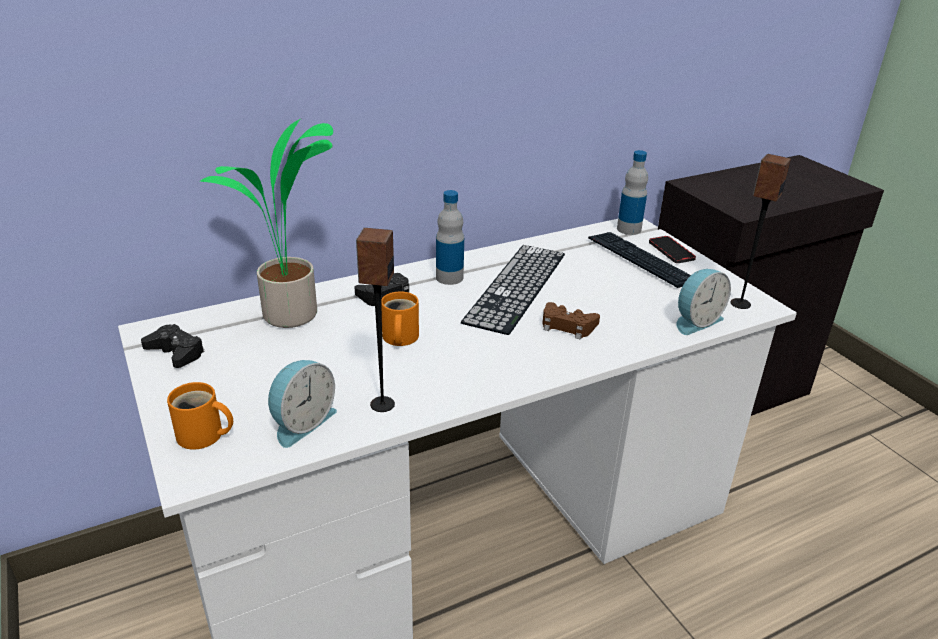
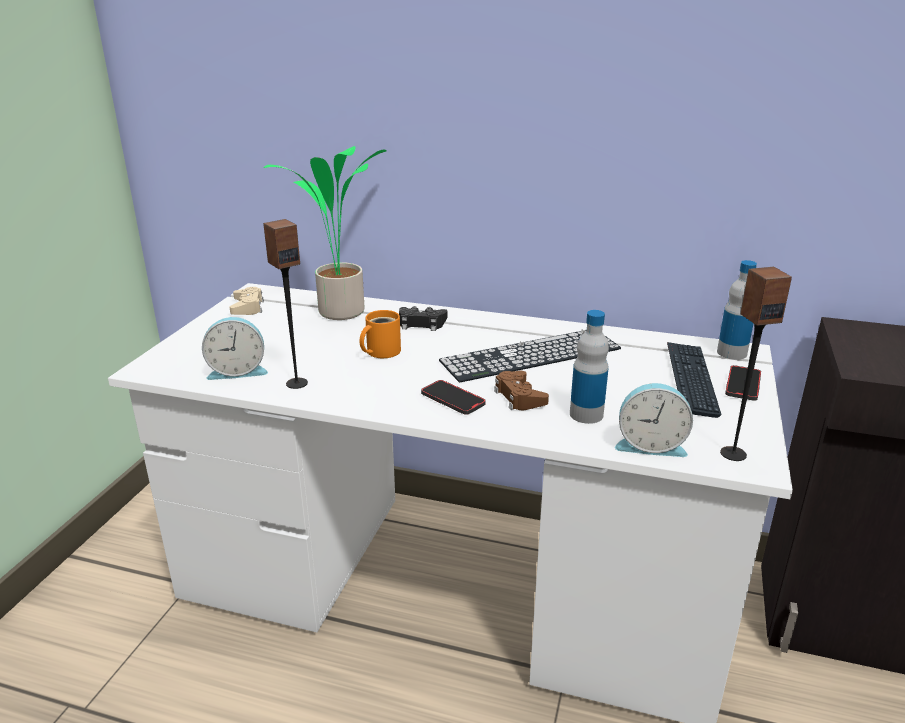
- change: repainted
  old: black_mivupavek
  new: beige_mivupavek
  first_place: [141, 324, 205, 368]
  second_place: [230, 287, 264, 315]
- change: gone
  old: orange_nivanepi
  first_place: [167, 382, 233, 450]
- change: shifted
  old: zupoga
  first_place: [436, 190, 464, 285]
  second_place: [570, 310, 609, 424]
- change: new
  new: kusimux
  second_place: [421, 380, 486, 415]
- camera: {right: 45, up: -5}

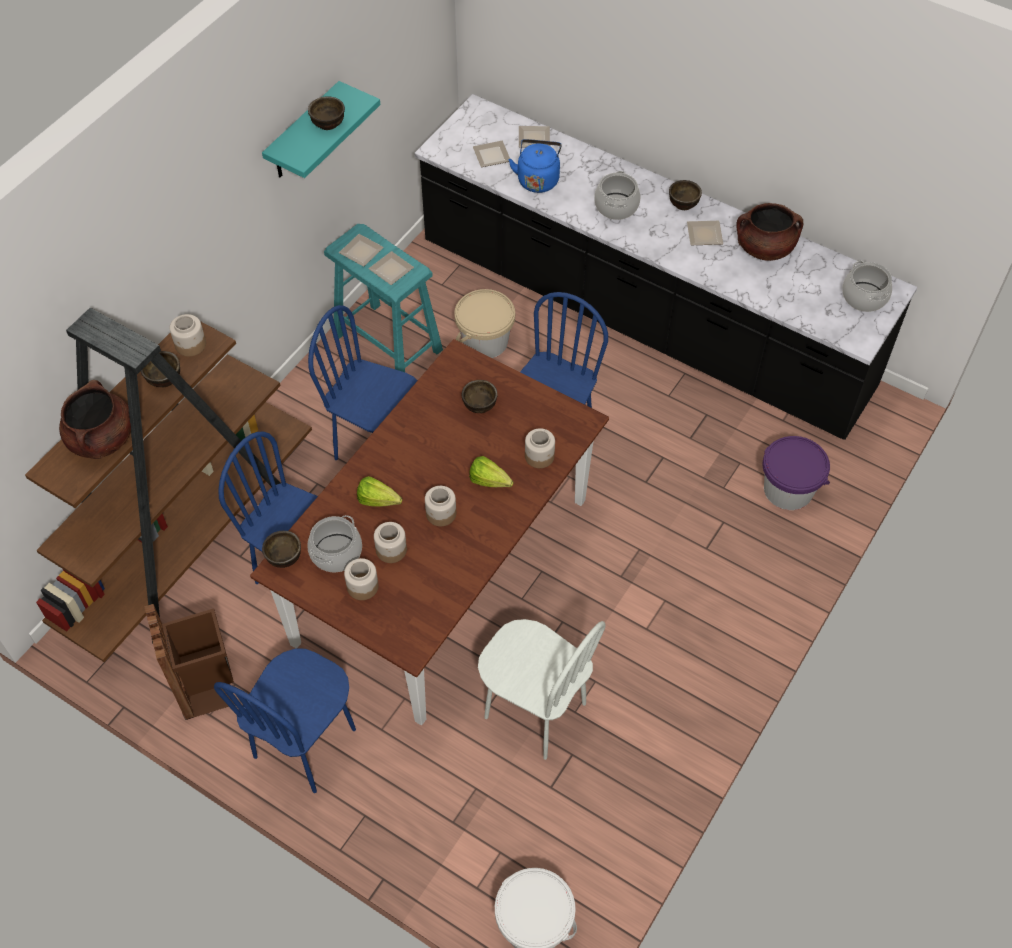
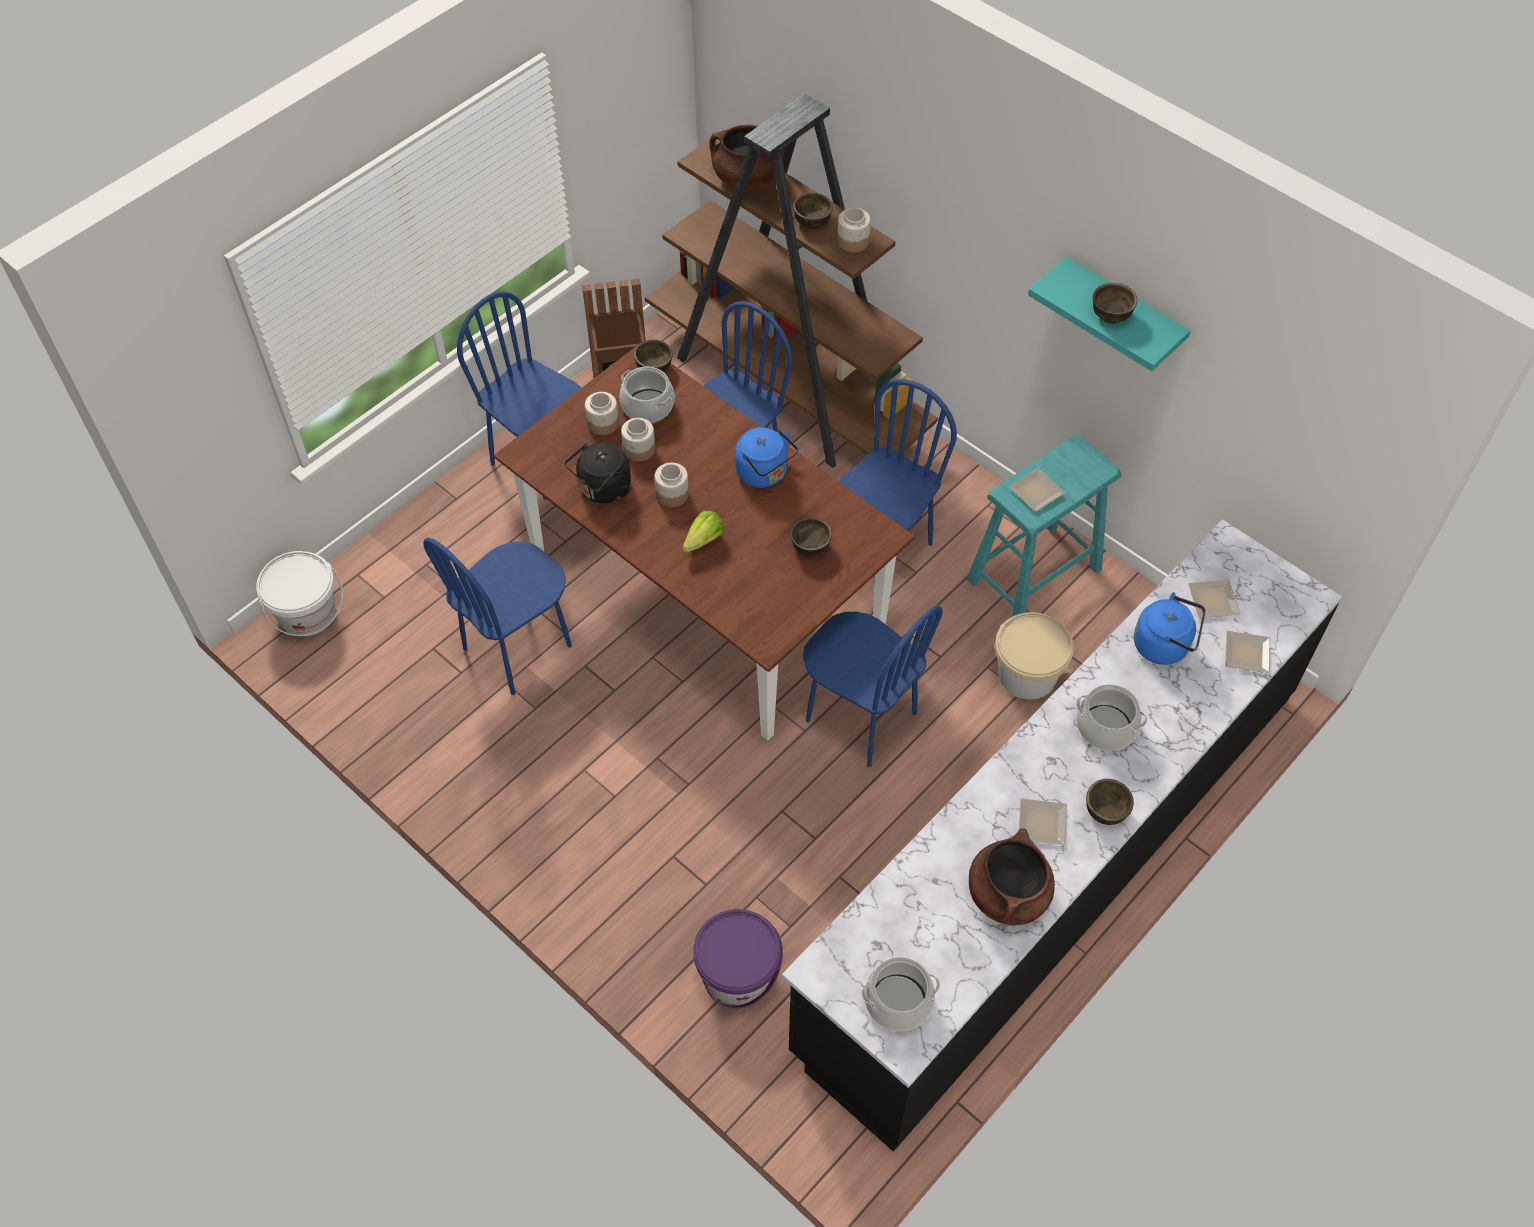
- change: gone
  old: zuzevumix
  first_place: [339, 234, 384, 267]
- change: gone
  old: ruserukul
  first_place: [357, 476, 402, 507]
- change: repainted
  old: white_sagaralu
  new: blue_sagaralu
  first_place: [478, 619, 606, 760]
  second_place: [423, 538, 572, 695]
- change: gone
  old: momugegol
  first_place: [525, 428, 555, 468]
- change: new
  new: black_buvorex
  second_place: [565, 442, 631, 503]
- change: new
  new: blue_buvorex
  second_place: [735, 427, 798, 488]
- camera: {right: 100, up: 0}

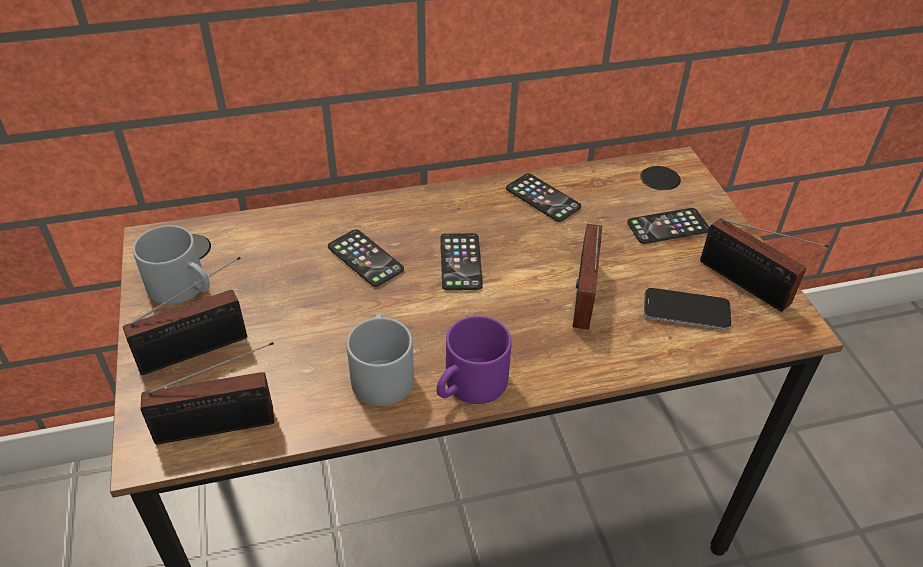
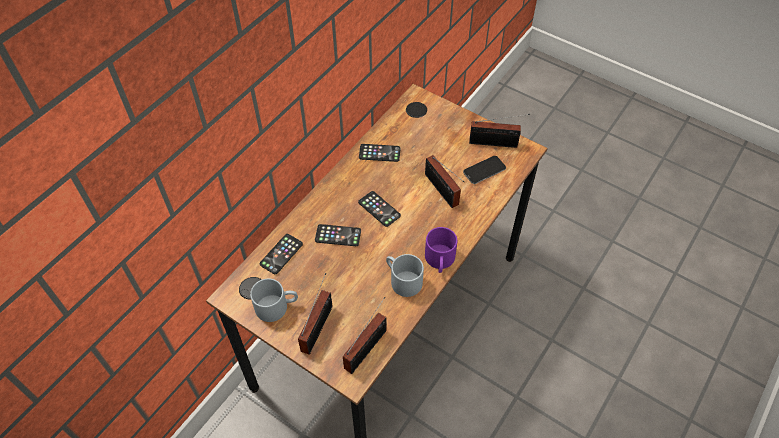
- change: shifted
  old: kusimux
  first_place: [627, 208, 710, 244]
  second_place: [260, 234, 303, 274]
- camera: {right: -40, up: 10}

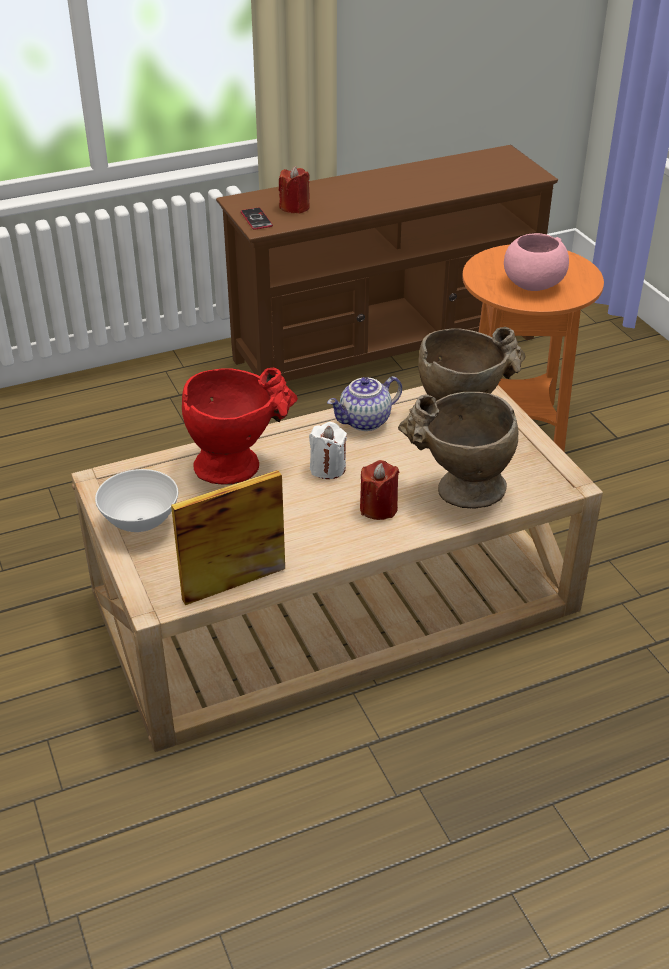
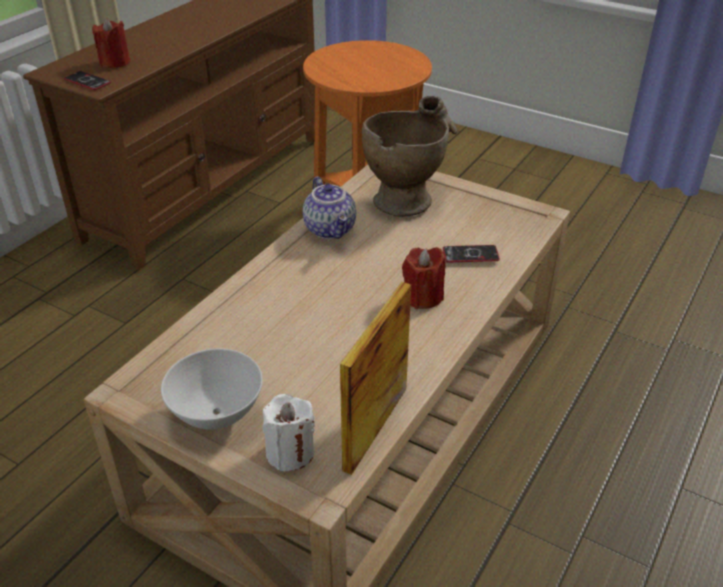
- change: gone
  old: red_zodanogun
  first_place: [182, 368, 298, 485]
- change: shifted
  old: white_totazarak
  first_place: [309, 422, 347, 479]
  second_place: [263, 394, 315, 471]
- change: rotated
  old: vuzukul
  first_place: [327, 376, 402, 431]
  second_place: [303, 177, 356, 239]
  degrees: -45
- change: swapped
  old: beige_zodanogun
  new: kusimux
  first_place: [398, 392, 518, 509]
  second_place: [443, 245, 500, 262]
- change: gone
  old: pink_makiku
  first_place: [504, 233, 569, 291]
- camera: {right: -35, up: 0}

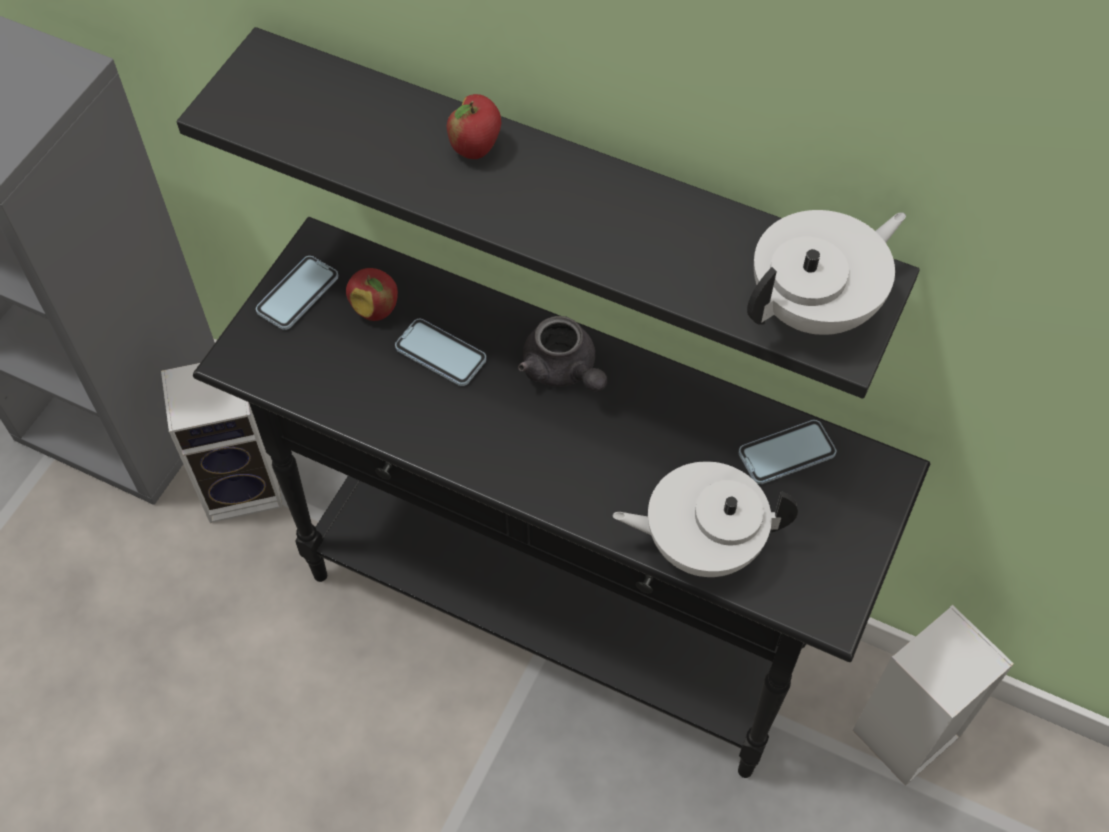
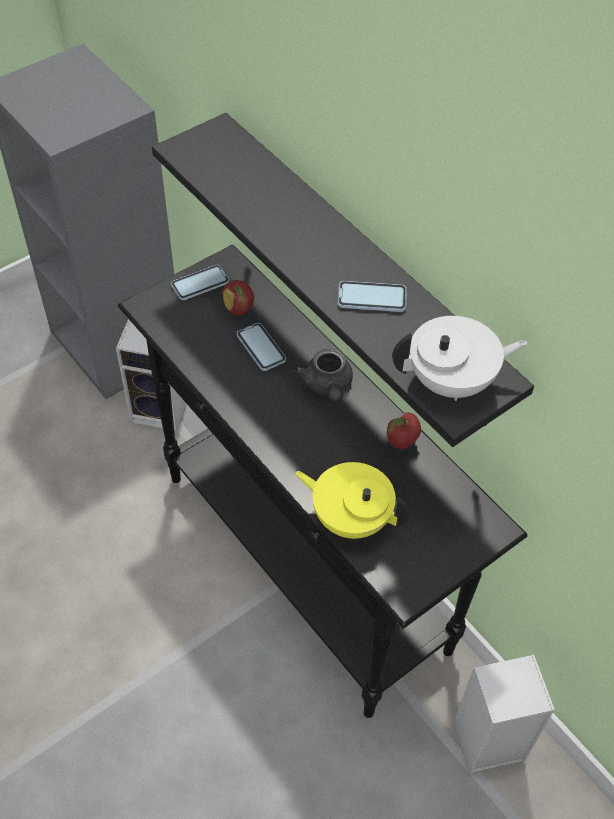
- change: shifted
  old: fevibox
  first_place: [447, 94, 501, 159]
  second_place: [387, 413, 421, 449]
- change: repainted
  old: white_vuzukul
  new: yellow_vuzukul
  first_place: [613, 462, 798, 577]
  second_place: [295, 462, 409, 539]
- change: shifted
  old: kusimux
  first_place: [739, 420, 836, 484]
  second_place: [338, 281, 407, 312]
- camera: {right: 25, up: -5}

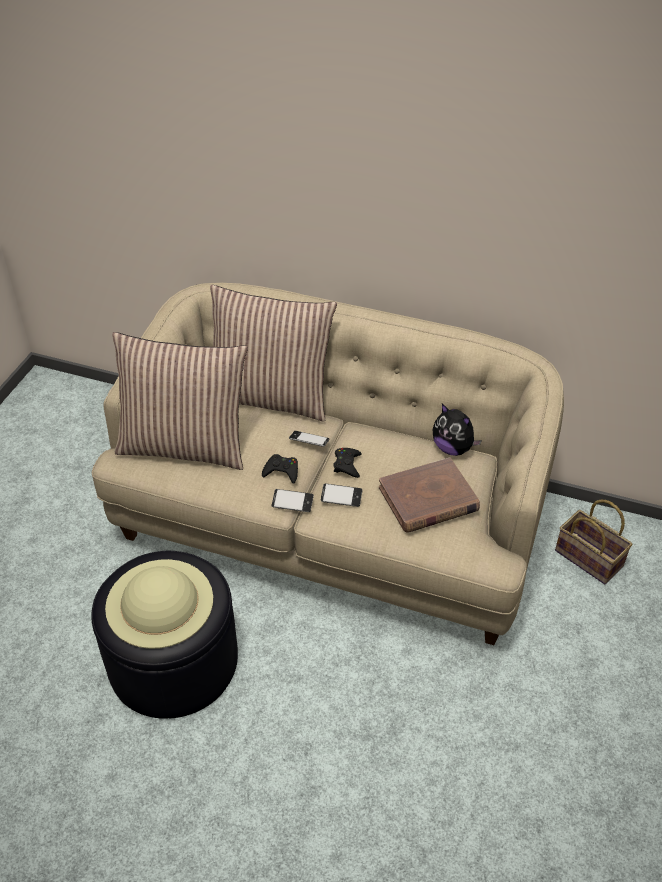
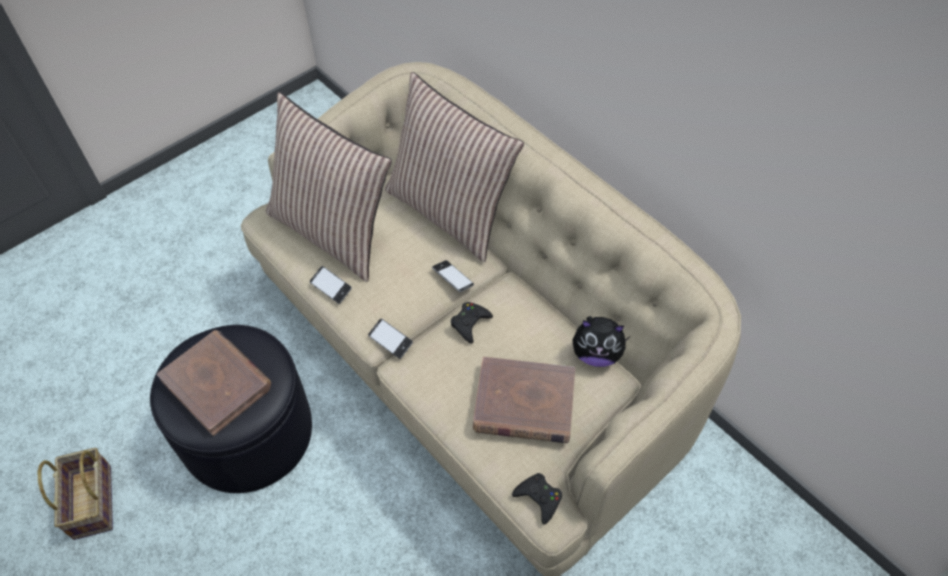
- change: swapped
  old: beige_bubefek
  new: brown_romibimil
  first_place: [105, 559, 213, 649]
  second_place: [157, 330, 271, 436]
- change: shifted
  old: black_mivupavek
  first_place: [262, 454, 298, 484]
  second_place: [512, 473, 562, 525]
- change: shifted
  old: kusimux
  first_place: [321, 483, 363, 507]
  second_place: [310, 266, 352, 304]
- change: rotated
  old: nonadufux
  first_place: [433, 404, 482, 456]
  second_place: [572, 316, 629, 367]
  degrees: -60
- change: shifted
  old: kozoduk
  first_place: [555, 500, 633, 584]
  second_place: [37, 448, 113, 540]
- camera: {right: 30, up: 10}

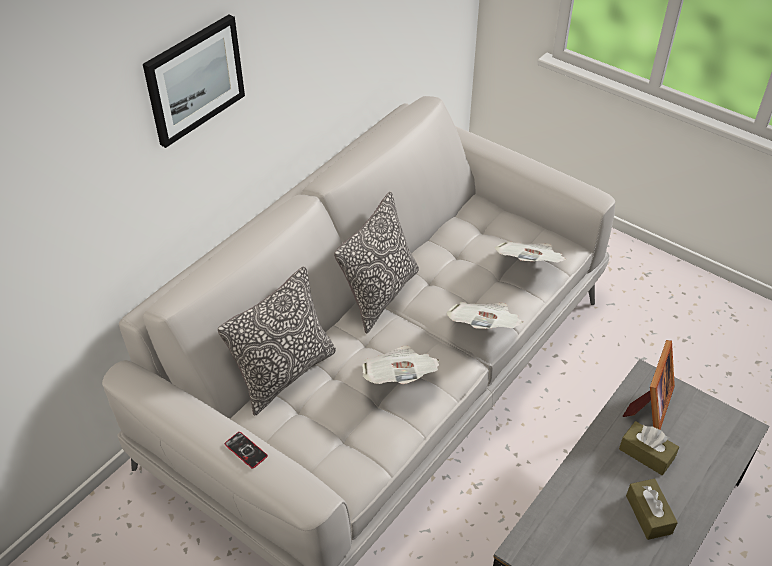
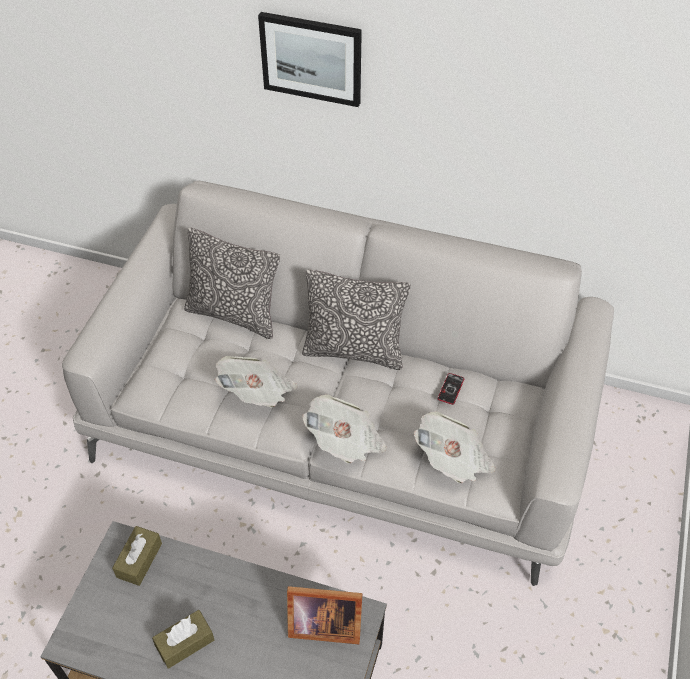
- change: shifted
  old: kusimux
  first_place: [225, 432, 268, 468]
  second_place: [438, 373, 464, 405]
- change: shifted
  old: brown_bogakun
  first_place: [619, 421, 679, 475]
  second_place: [112, 526, 162, 586]
- camera: {right: 70, up: 5}

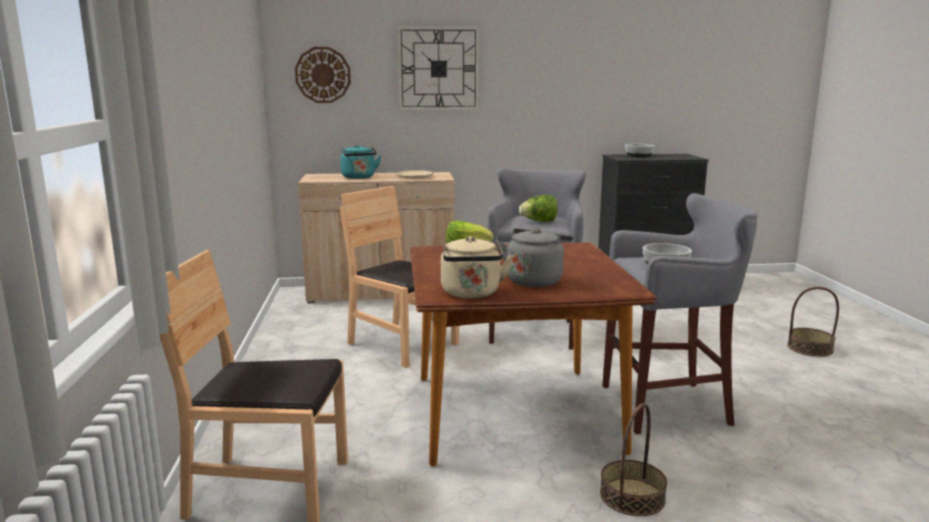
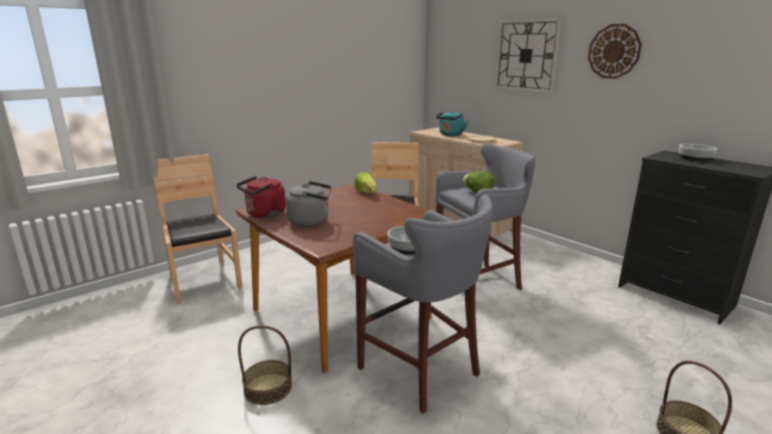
- change: shifted
  old: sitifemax
  first_place: [295, 47, 351, 103]
  second_place: [588, 24, 642, 79]
- change: repainted
  old: beige_buvorex
  new: red_buvorex
  first_place: [441, 236, 513, 298]
  second_place: [236, 176, 286, 218]
- camera: {right: 55, up: 5}

